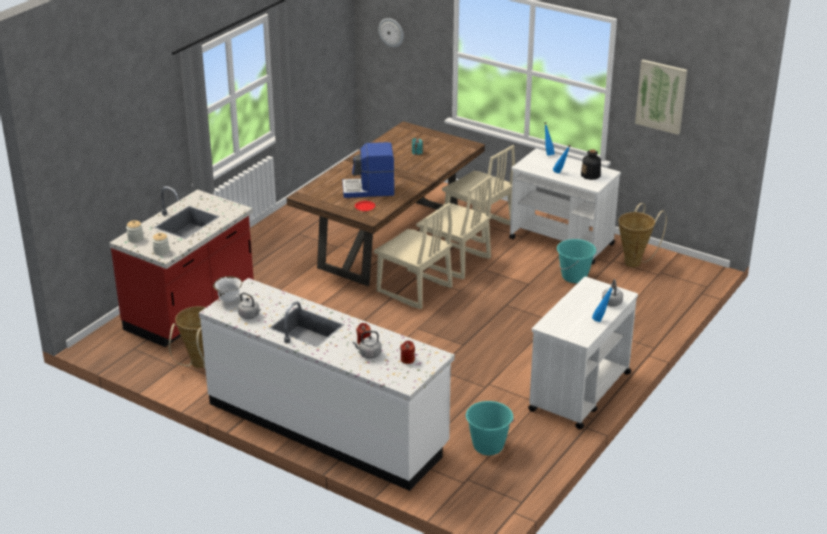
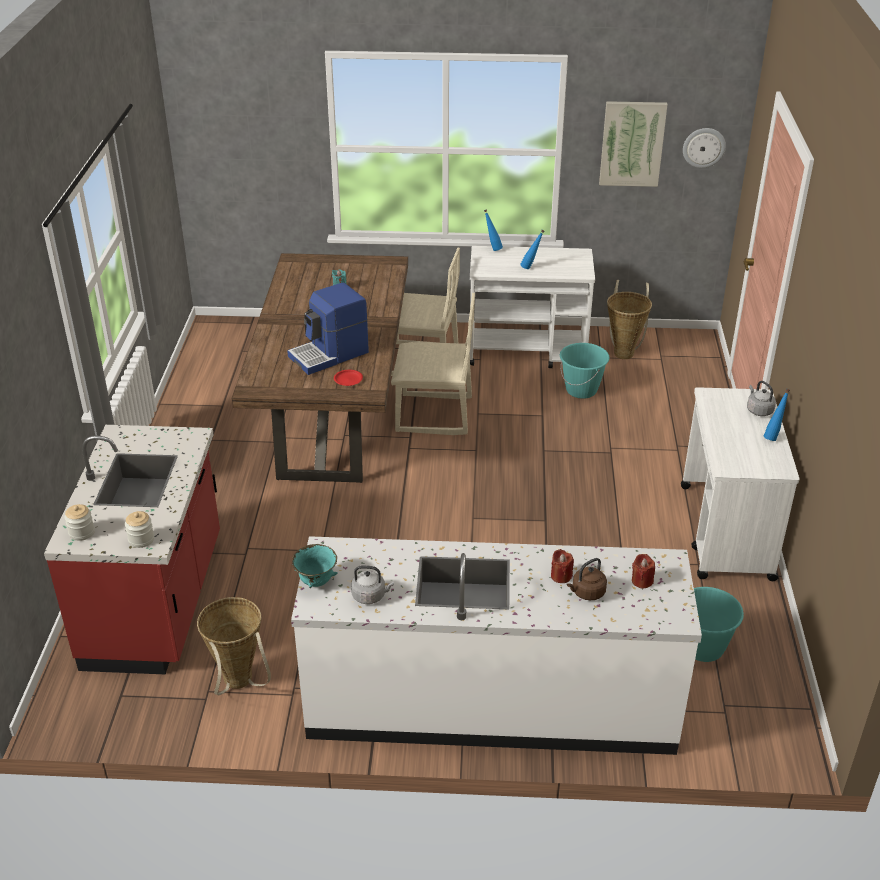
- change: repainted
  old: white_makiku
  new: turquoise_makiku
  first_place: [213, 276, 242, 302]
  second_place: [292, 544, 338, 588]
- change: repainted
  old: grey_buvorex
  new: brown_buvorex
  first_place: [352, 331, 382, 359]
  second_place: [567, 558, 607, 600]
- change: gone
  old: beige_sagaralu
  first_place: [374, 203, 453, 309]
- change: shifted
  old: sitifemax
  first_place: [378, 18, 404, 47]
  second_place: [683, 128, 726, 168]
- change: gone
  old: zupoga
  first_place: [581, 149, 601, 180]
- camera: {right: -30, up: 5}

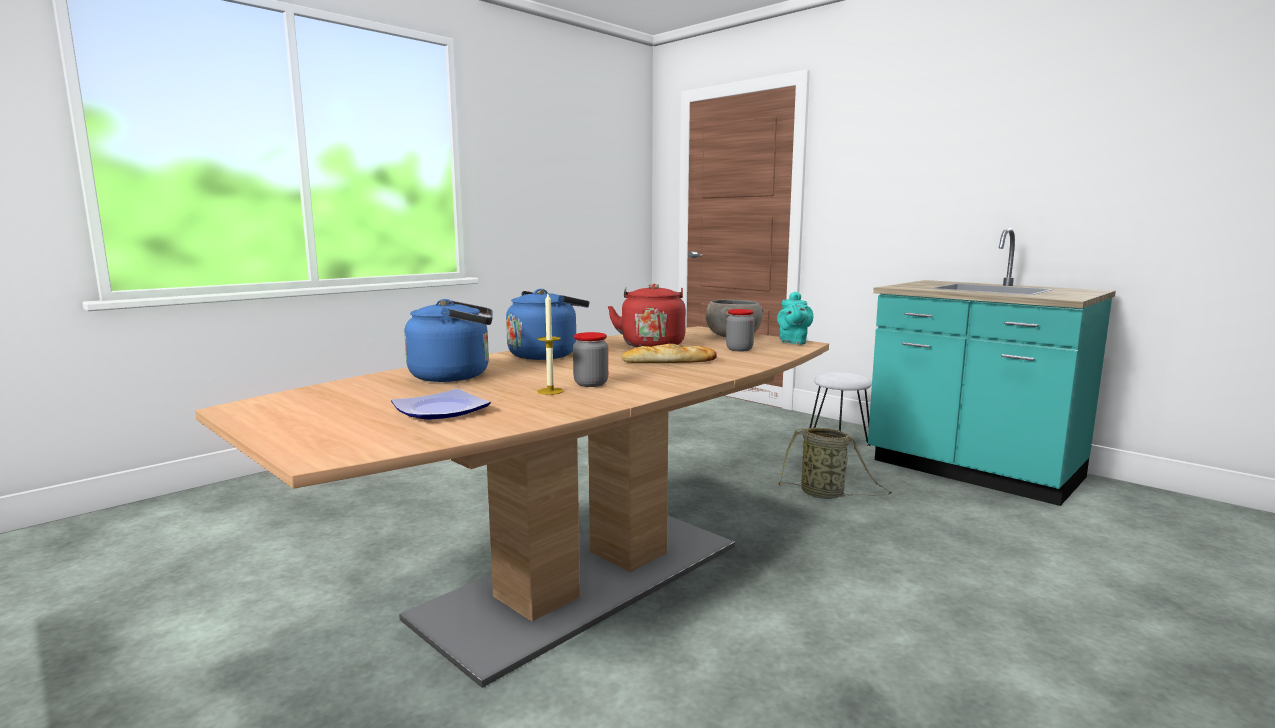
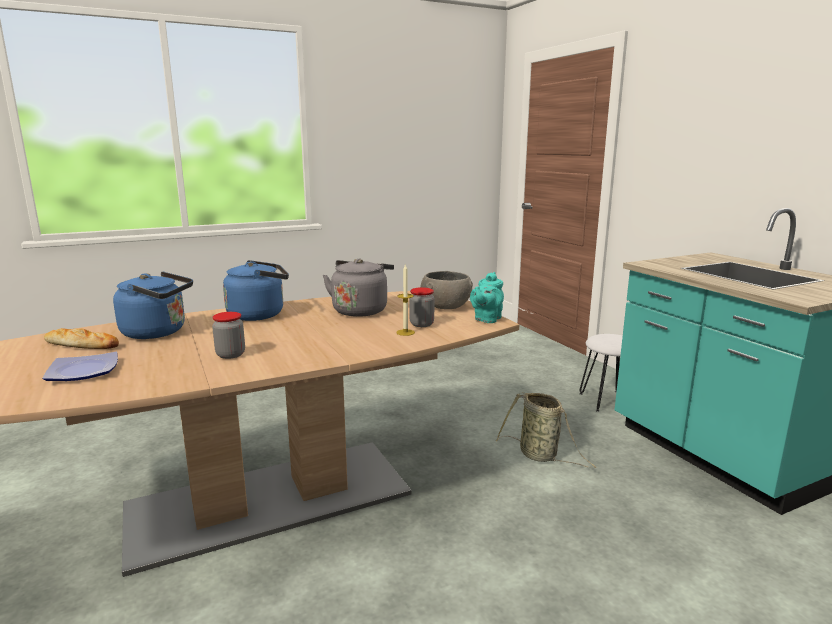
- change: shifted
  old: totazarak
  first_place: [537, 294, 564, 395]
  second_place: [396, 265, 415, 336]
- change: repainted
  old: red_buvorex
  new: grey_buvorex
  first_place: [608, 284, 686, 347]
  second_place: [323, 258, 394, 317]
- change: shifted
  old: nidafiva
  first_place: [622, 344, 717, 363]
  second_place: [44, 328, 119, 349]
- camera: {right: 20, up: 5}

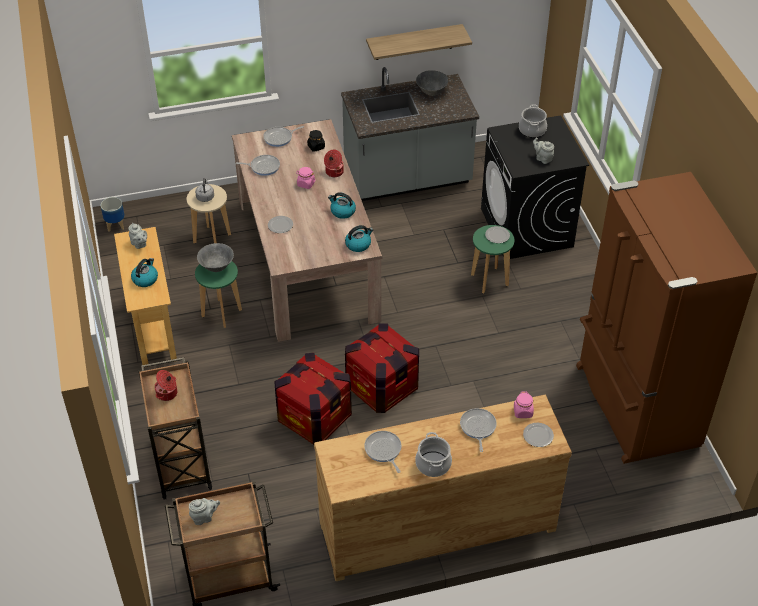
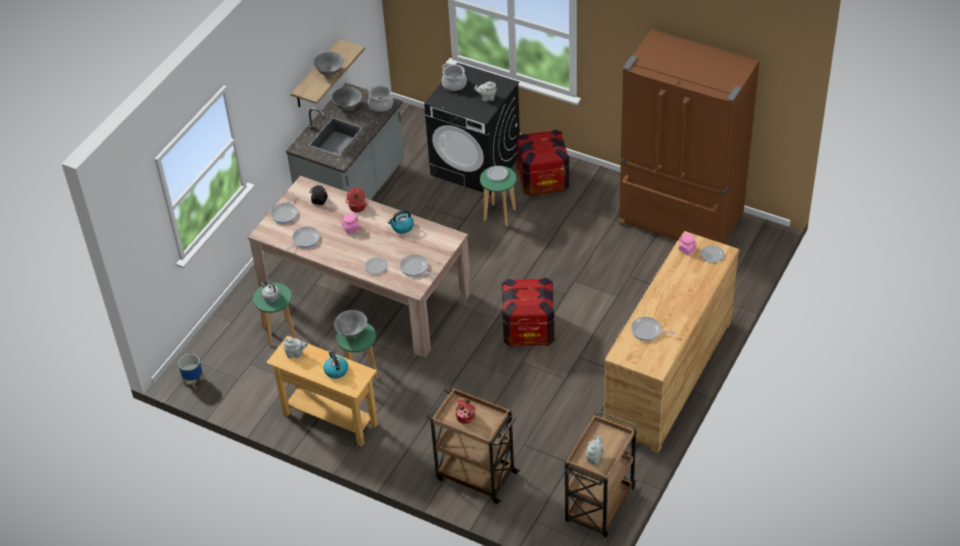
- change: repainted
  old: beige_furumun
  new: green_furumun
  first_place: [187, 184, 231, 243]
  second_place: [253, 283, 296, 346]
- change: shifted
  old: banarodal
  first_place: [274, 353, 352, 445]
  second_place: [516, 129, 569, 196]
- change: gone
  old: buvorex
  first_place: [345, 225, 373, 252]
- change: shifted
  old: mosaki
  first_place: [415, 432, 452, 477]
  second_place: [367, 85, 393, 112]
- change: shifted
  old: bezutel
  first_place: [460, 408, 497, 452]
  second_place: [400, 255, 435, 278]
- change: new
  new: grey_makiku
  second_place: [313, 52, 344, 76]
- camera: {right: -45, up: 0}

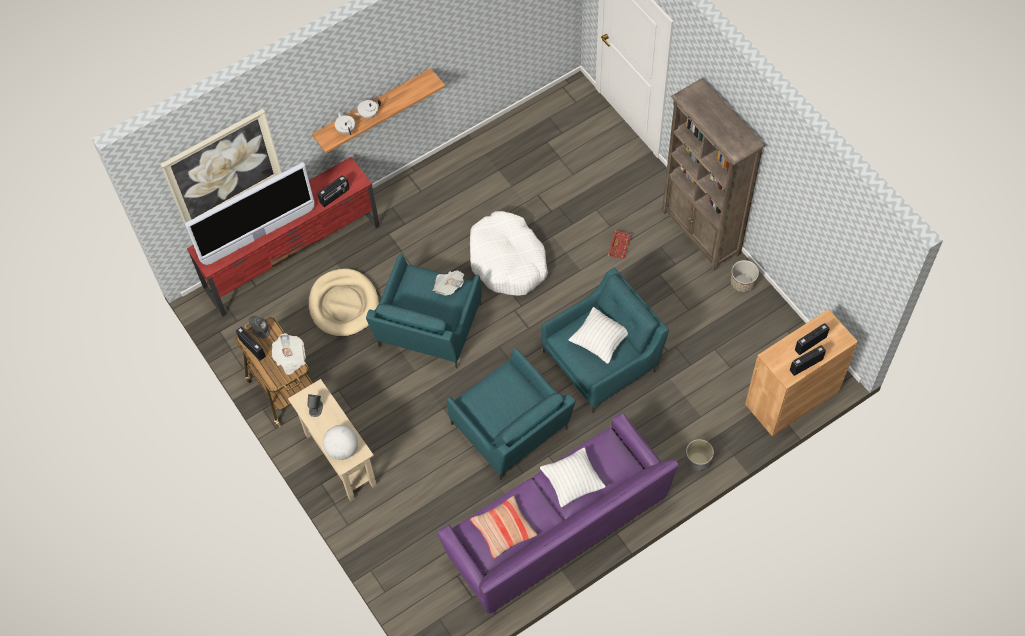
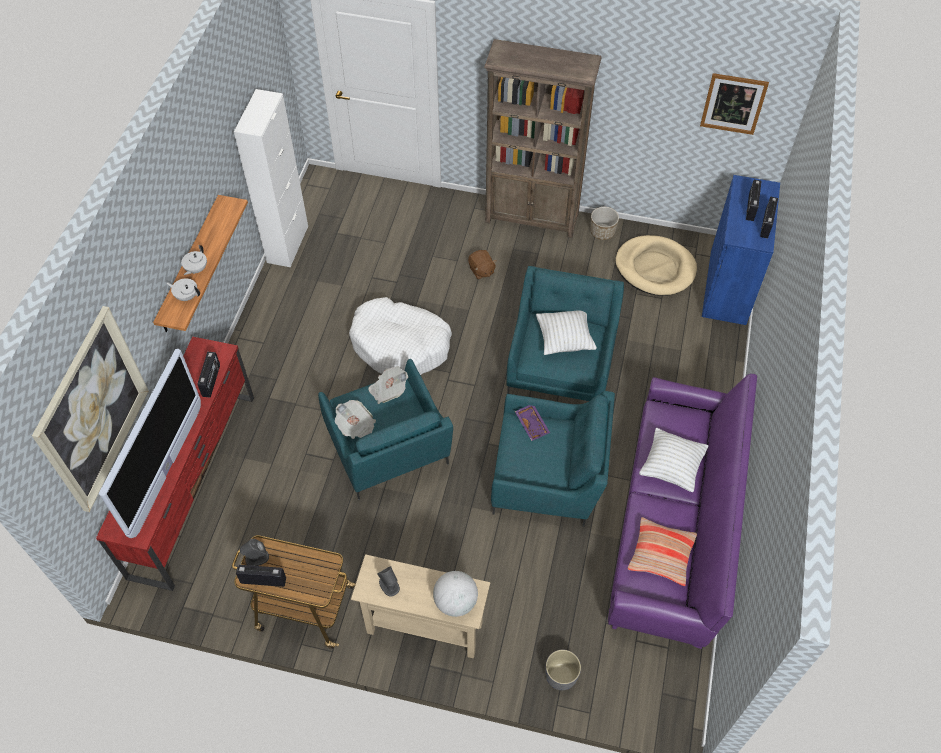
- change: shifted
  old: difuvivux
  first_place: [272, 333, 306, 375]
  second_place: [335, 400, 376, 439]
- change: shifted
  old: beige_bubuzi
  first_place: [309, 269, 379, 336]
  second_place: [615, 235, 697, 296]
- change: swapped
  old: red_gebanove
  new: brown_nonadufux
  first_place: [608, 230, 631, 259]
  second_place: [468, 250, 496, 279]
- change: shifted
  old: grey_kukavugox
  first_place: [686, 439, 714, 471]
  second_place: [545, 650, 581, 690]
- change: repainted
  old: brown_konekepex
  new: blue_konekepex
  first_place: [745, 309, 858, 436]
  second_place: [702, 175, 780, 325]
- change: new
  new: white_konekepex
  second_place: [234, 89, 308, 267]
- change: new
  new: purple_gebanove
  second_place: [515, 405, 550, 441]
- change: new
  new: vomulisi
  second_place: [700, 73, 769, 135]
- camera: {right: -45, up: -5}

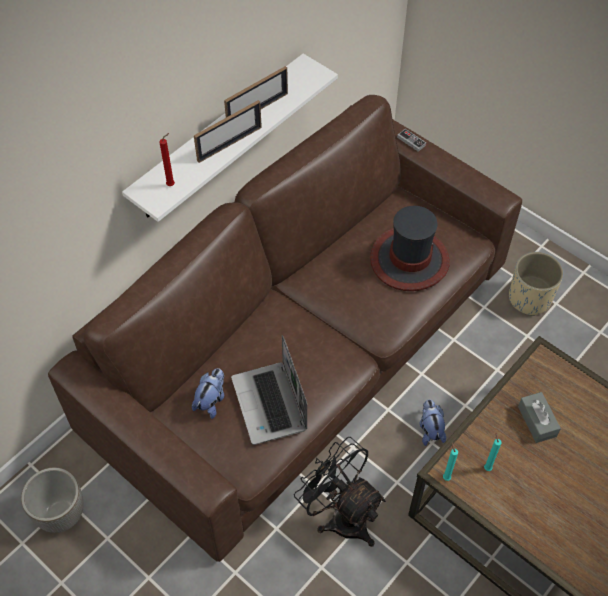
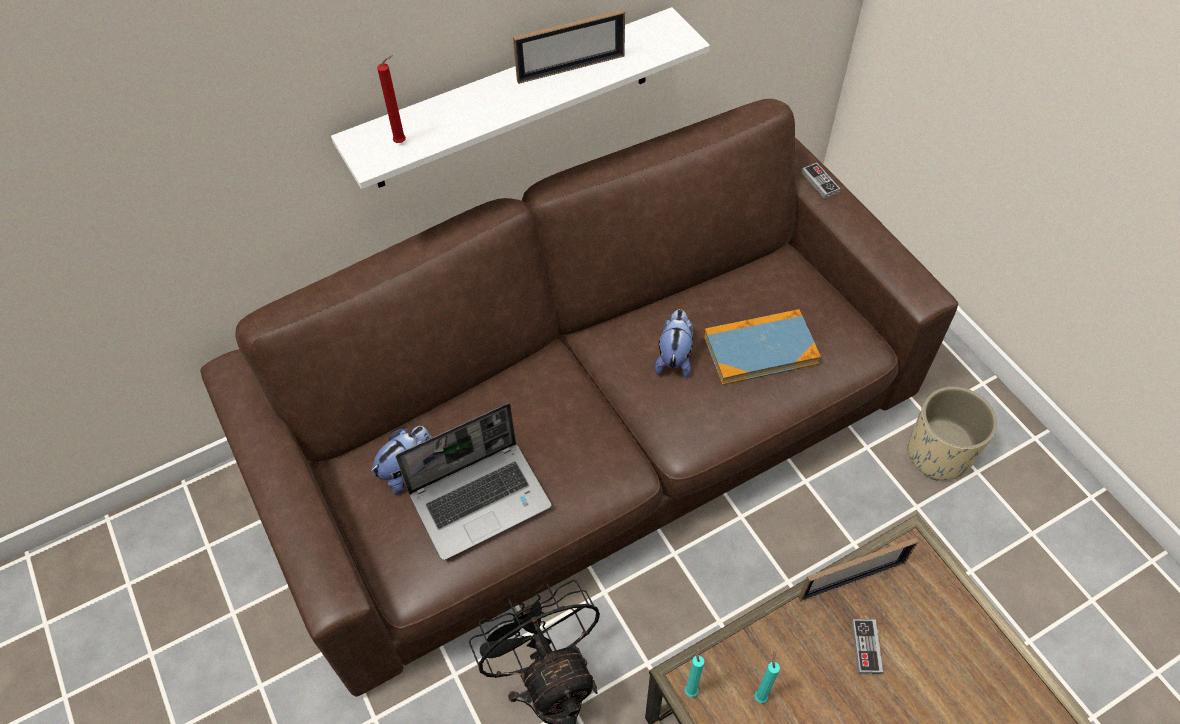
- change: gone
  old: kukavugox
  first_place: [21, 467, 84, 533]
- change: shifted
  old: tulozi
  first_place: [194, 100, 262, 163]
  second_place: [798, 538, 918, 602]
- change: rotated
  old: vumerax
  first_place: [231, 335, 307, 445]
  second_place: [396, 403, 551, 560]
  degrees: -120
- change: swapped
  old: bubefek
  new: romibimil
  first_place: [370, 206, 450, 291]
  second_place: [704, 309, 821, 385]
- change: shifted
  old: nonadufux
  first_place: [420, 399, 446, 446]
  second_place: [655, 309, 693, 378]
- change: swapped
  old: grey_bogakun
  new: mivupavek
  first_place: [518, 392, 561, 443]
  second_place: [852, 619, 883, 675]
- camera: {right: 20, up: 0}

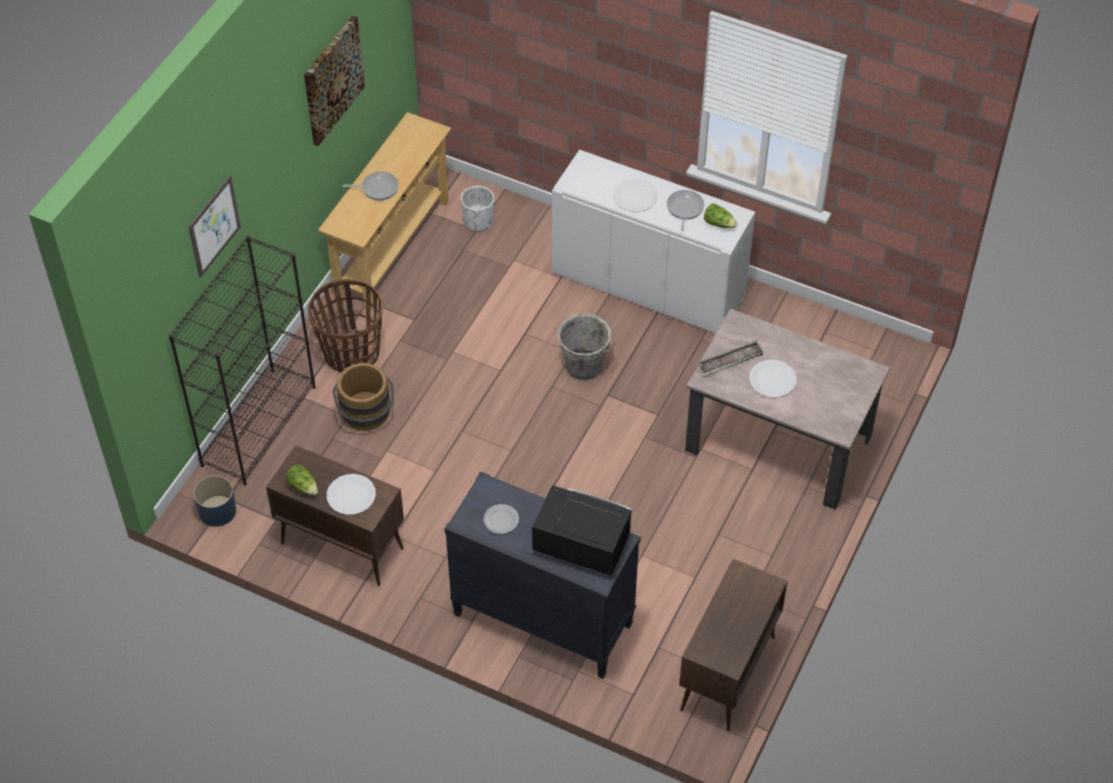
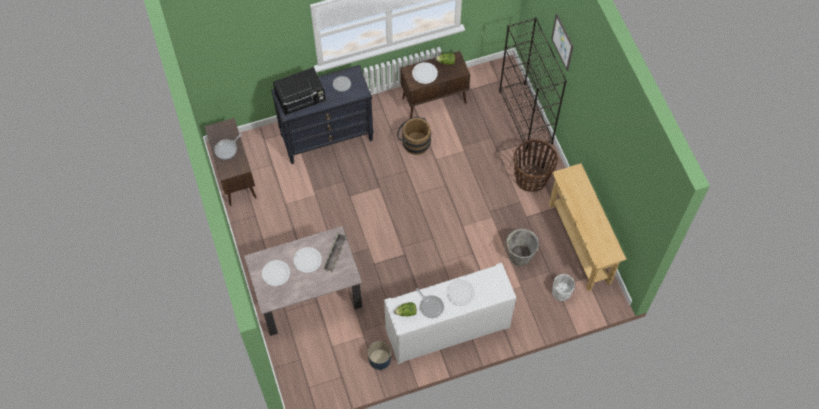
- change: shifted
  old: blue_kukavugox
  first_place: [193, 475, 236, 527]
  second_place: [368, 341, 391, 370]
- change: gone
  old: vomulisi
  first_place: [304, 15, 365, 146]
- change: shifted
  old: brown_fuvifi
  first_place: [332, 363, 394, 431]
  second_place: [397, 117, 431, 155]
- change: shifted
  old: bezutel
  first_place: [343, 171, 399, 200]
  second_place: [214, 134, 242, 159]
- change: shifted
  old: grey_fuvifi
  first_place: [557, 313, 616, 380]
  second_place: [503, 229, 539, 266]
- change: new
  new: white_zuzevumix
  second_place: [262, 260, 290, 286]
- camera: {right: 135, up: 10}

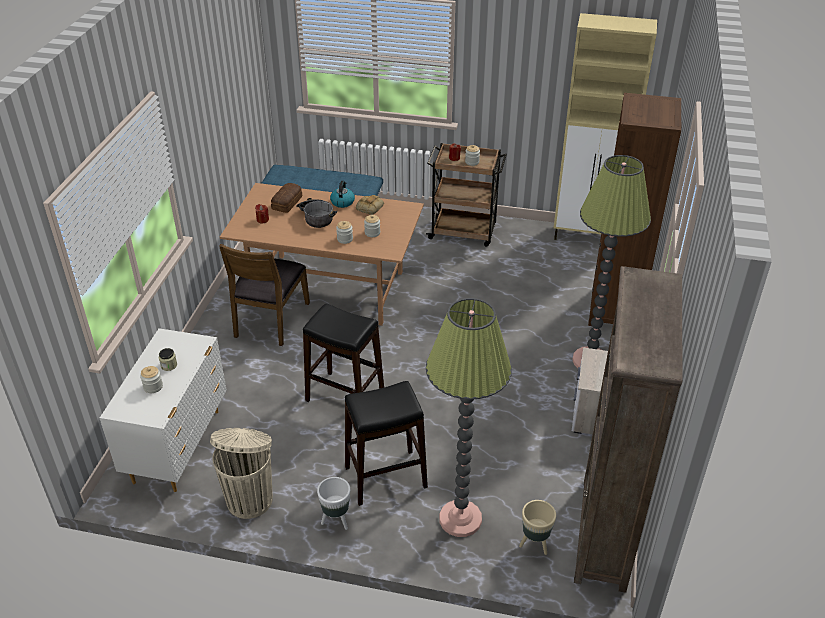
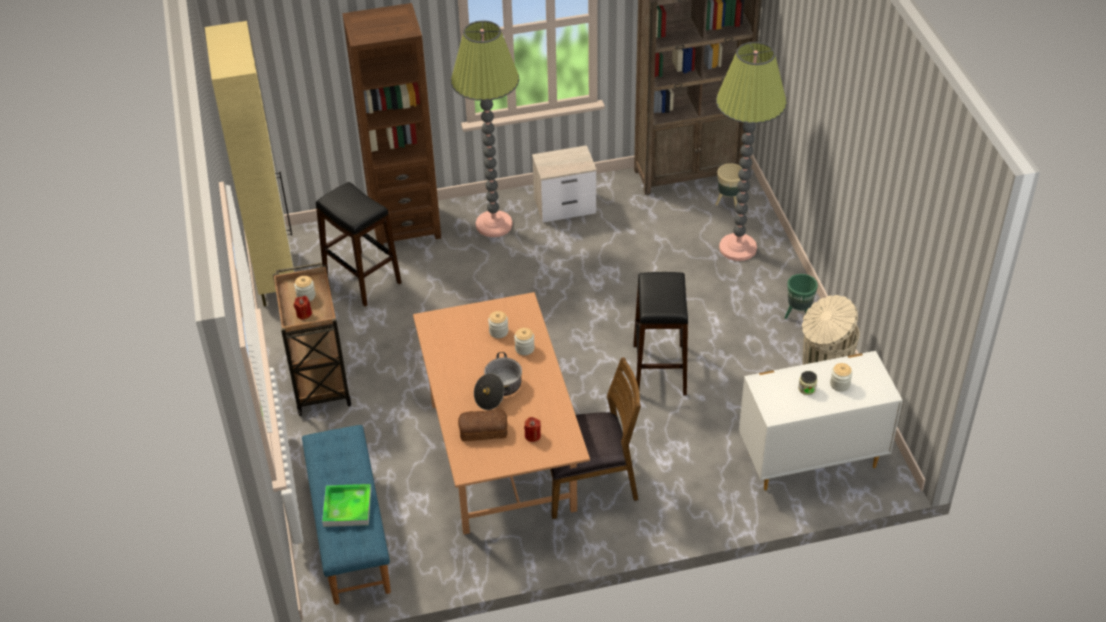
- change: repainted
  old: white_kukavugox
  new: green_kukavugox
  first_place: [317, 477, 350, 530]
  second_place: [784, 274, 818, 319]
- change: gone
  old: buvorex
  first_place: [330, 181, 355, 208]
- change: shifted
  old: black_furumun
  first_place: [345, 381, 428, 506]
  second_place: [316, 182, 402, 306]
- change: gone
  old: nidafiva
  first_place: [356, 195, 384, 215]
- change: new
  new: gebanove
  second_place: [322, 484, 371, 527]
- camera: {right: -115, up: 5}

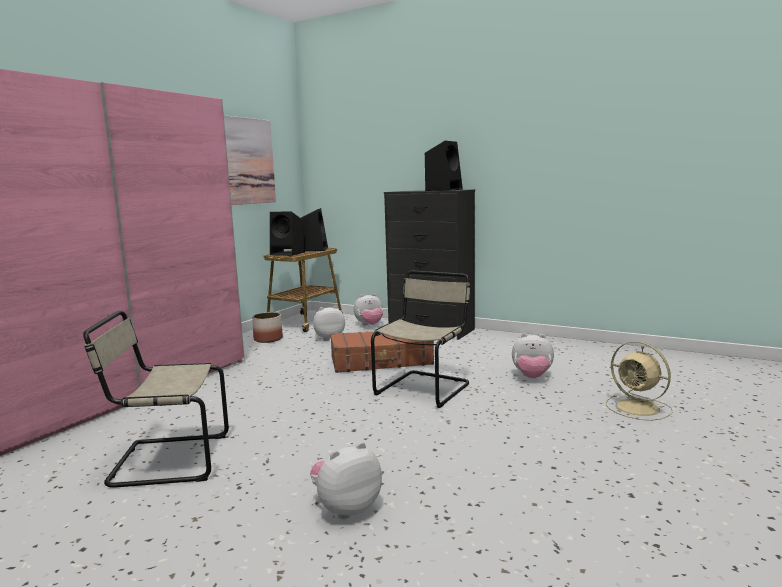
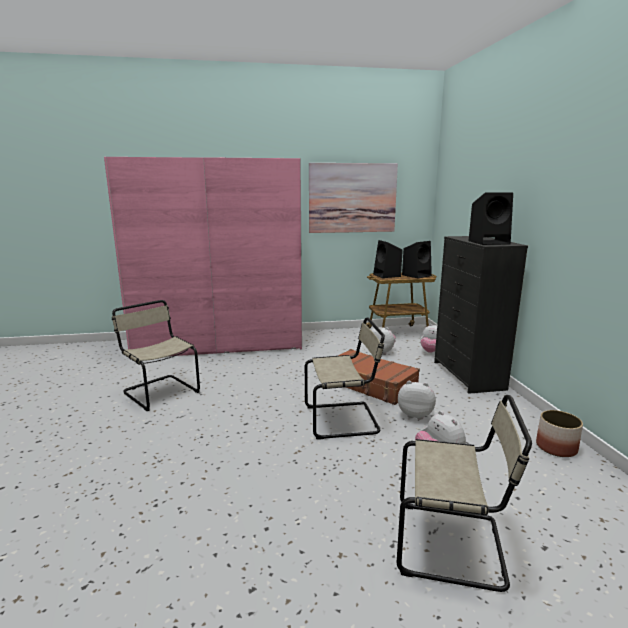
- change: shifted
  old: kukavugox
  first_place: [252, 312, 283, 343]
  second_place: [536, 410, 583, 457]
- change: shifted
  old: nonadufux
  first_place: [310, 442, 382, 519]
  second_place: [398, 381, 436, 420]
- change: swapped
  old: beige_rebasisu
  new: beige_sagaralu
  first_place: [605, 341, 673, 421]
  second_place: [397, 395, 532, 592]
- camera: {right: 50, up: 5}

